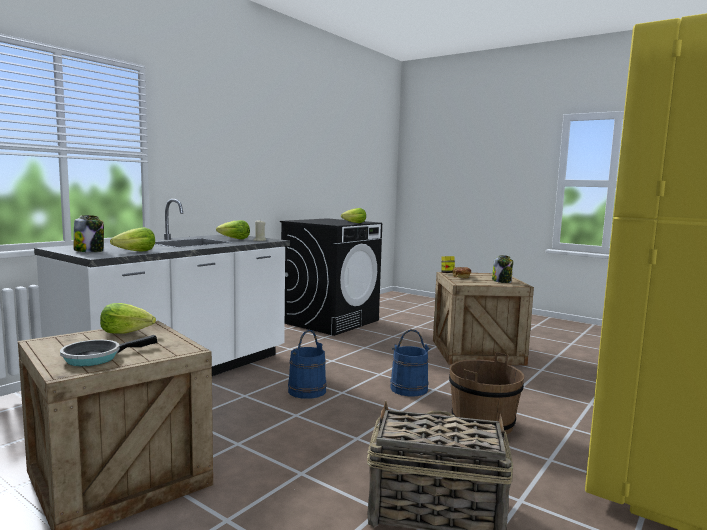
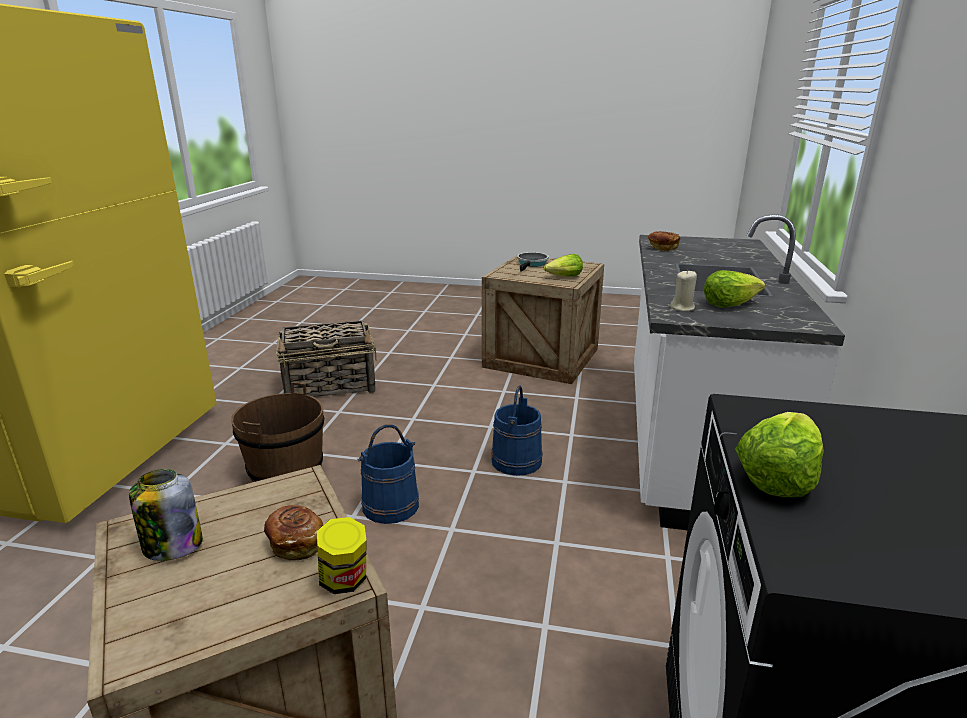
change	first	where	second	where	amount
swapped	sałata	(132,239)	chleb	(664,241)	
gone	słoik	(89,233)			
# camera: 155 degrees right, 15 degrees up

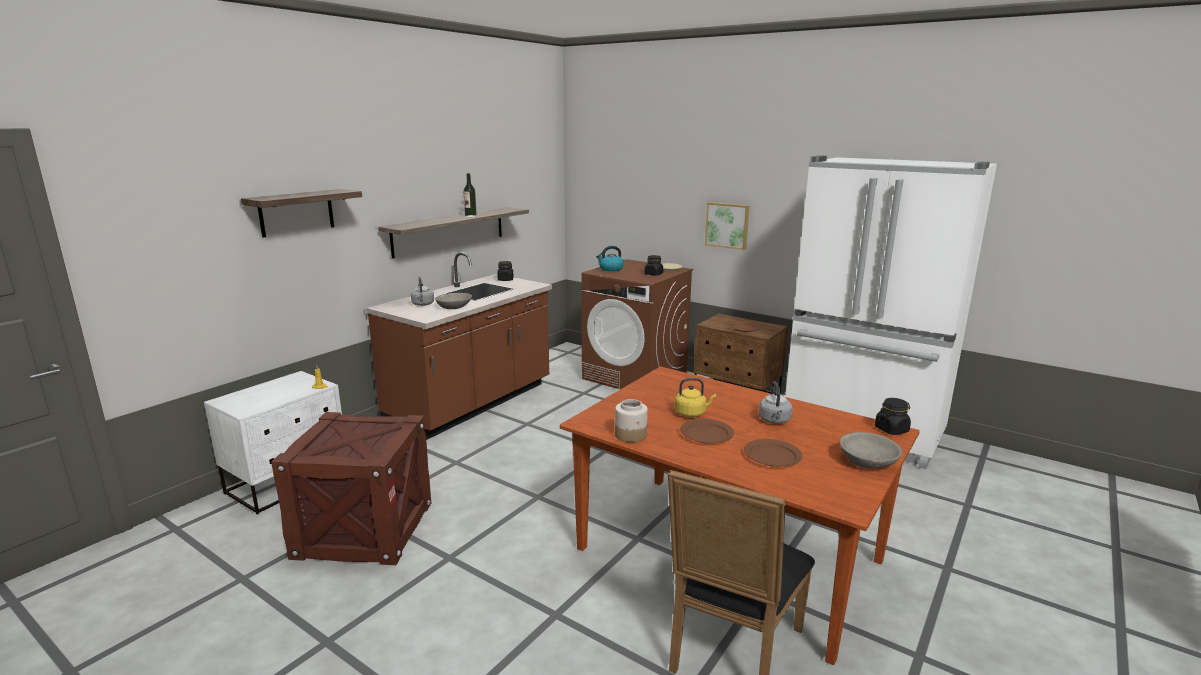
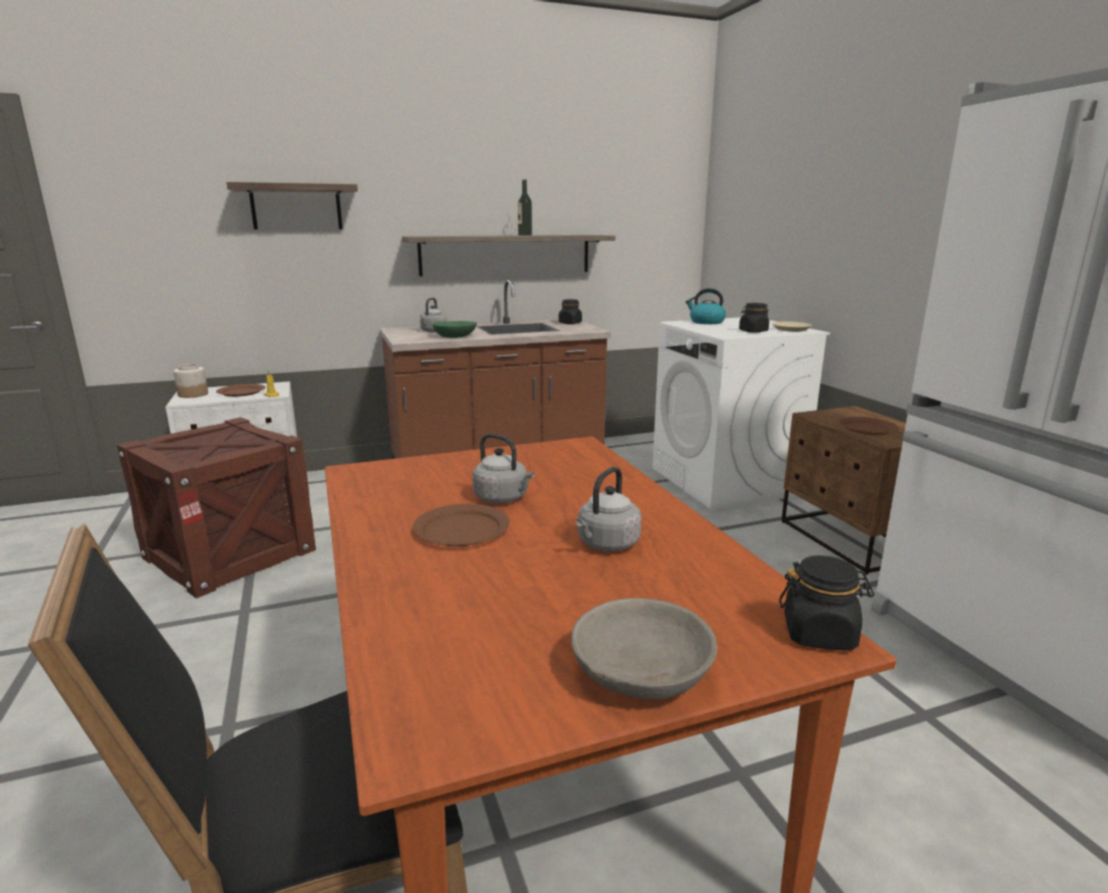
change	first	where	second	where	amount
shifted	słoik	(631,420)		(191,381)	
shifted	talerz [brązowy]	(773,453)		(240,390)	
repainted	miska [szary]	(453,301)	miska [zielony]	(454,329)	
repainted	czajnik [żółty]	(695,397)	czajnik [szary]	(504,468)	
repainted	pralka [brązowy]	(637,324)	pralka [biały]	(741,413)	
gone	obraz	(727,226)			
# camera: 35 degrees right, 0 degrees up

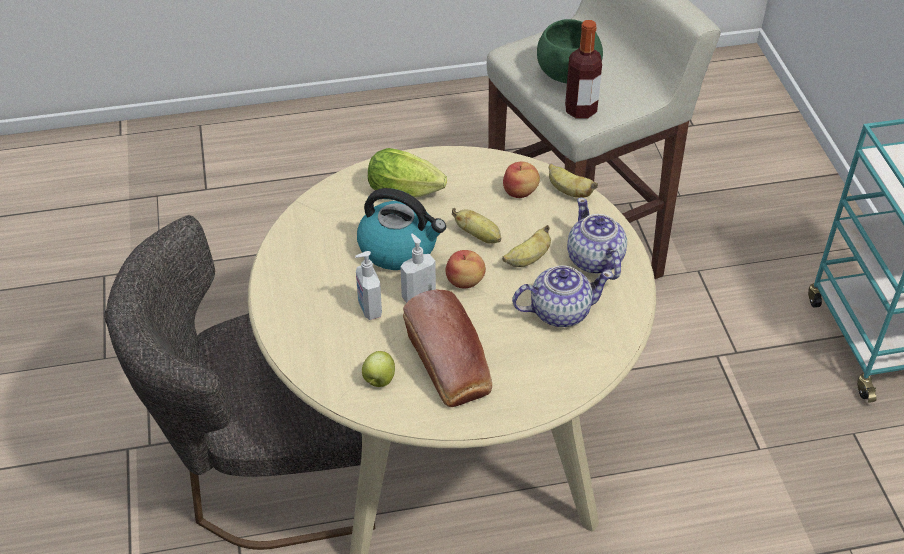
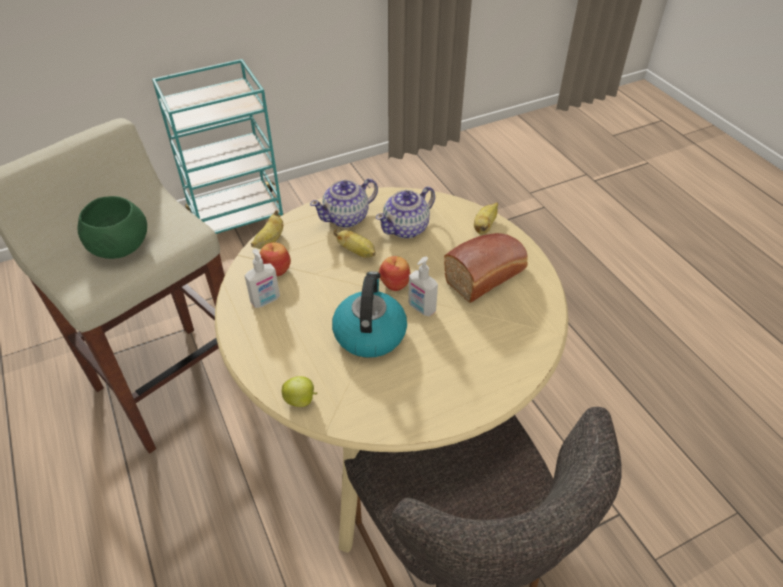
change	first	where	second	where	amount
shifted	dozownik mydła	(368,285)		(262,278)	
shifted	jabłko	(378,369)		(300,391)	
rotated	imbryk	(562,296)		(405,213)	105 degrees counterclockwise
shifted	banan	(476,226)		(486,218)	
gone	sałata	(407,172)			
gone	butelka	(583,69)			
# camera: 105 degrees left, 0 degrees up

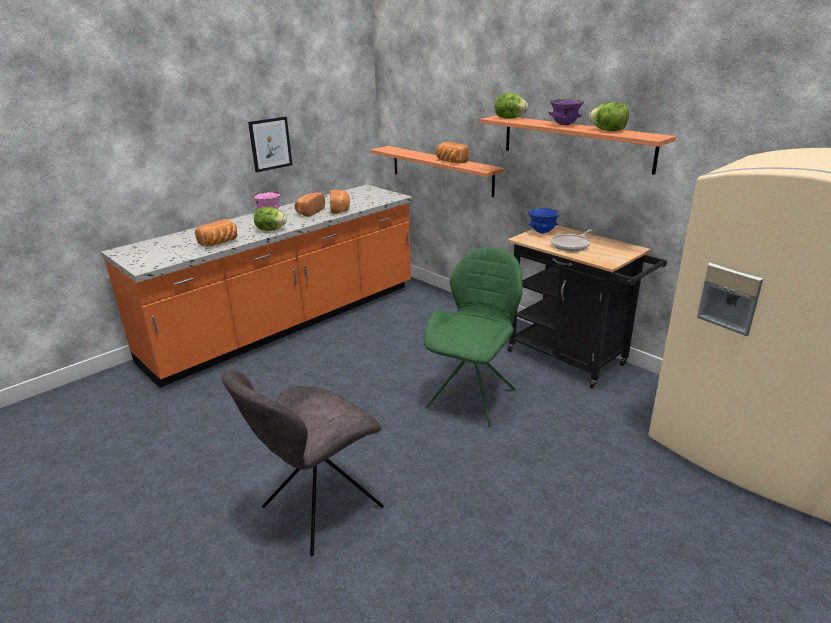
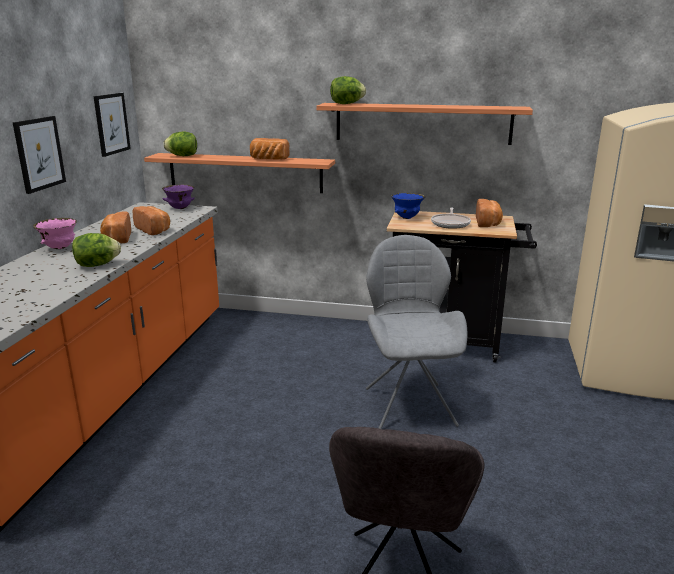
change	first	where	second	where	amount
new			obraz	(112,125)	
shifted	miska [fioletowy]	(566,112)		(178,197)	
shifted	sałata	(609,116)		(180,144)	
repainted	krzesło [zielony]	(473,337)	krzesło [szary]	(416,332)	
shifted	chleb	(216,232)		(489,213)	
# camera: 35 degrees left, 5 degrees down

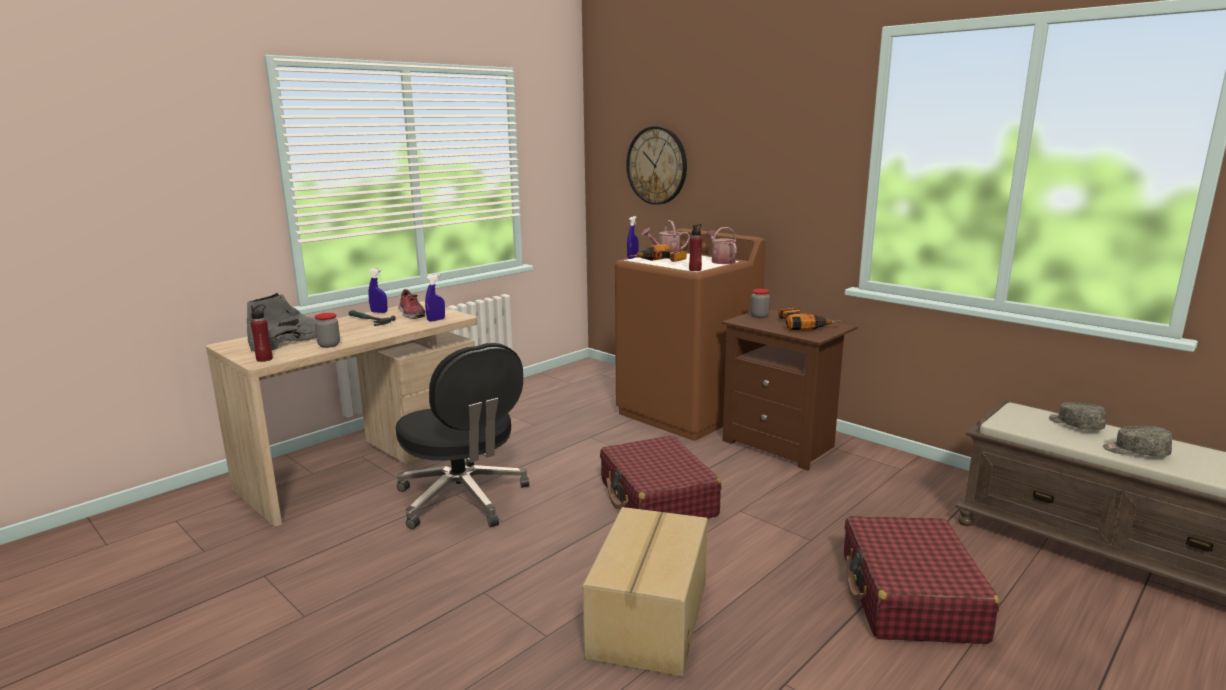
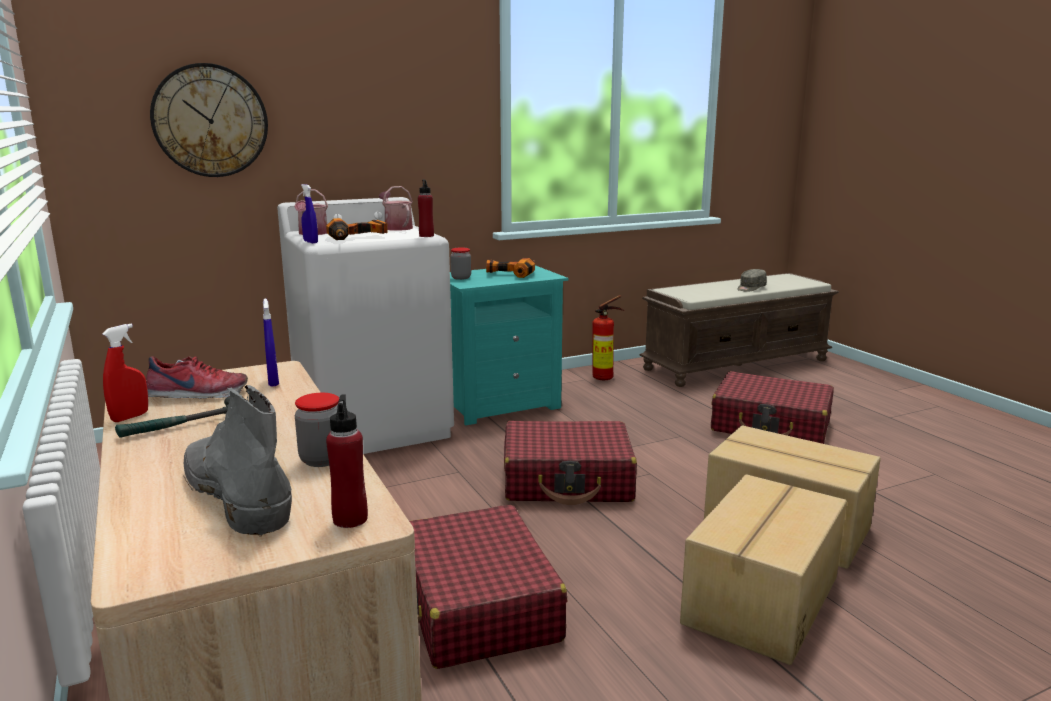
change	first	where	second	where	amount
repainted	spryskiwacz [niebieski]	(377,291)	spryskiwacz [czerwony]	(125,373)	
repainted	pralka [brązowy]	(690,334)	pralka [biały]	(365,325)	
rotated	konewka	(721,245)		(396,208)	60 degrees clockwise
swapped	krzesło biurowe [czarny]	(462,436)	walizka [czerwony]	(488,587)	
repainted	szafka nocna [brązowy]	(790,390)	szafka nocna [turkusowy]	(509,345)	
new			gaśnica	(608,337)	
new			karton	(763,569)	
gone	czapka z daszkiem [szary]	(1077,416)			
# camera: 70 degrees left, 0 degrees up

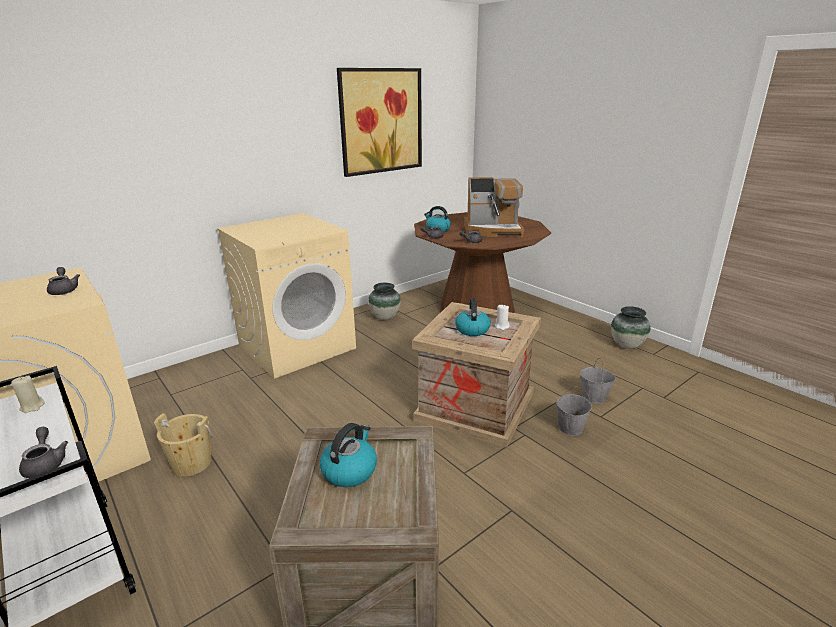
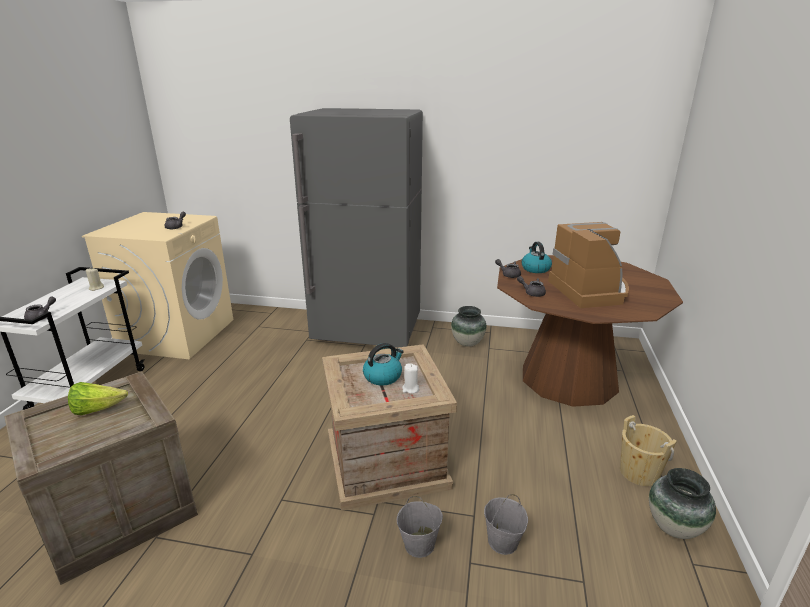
change	first	where	second	where	amount
swapped	czajnik	(348,455)	sałata	(98,398)	
swapped	pralka [beżowy]	(286,296)	lodówka [szary]	(356,228)	
rotated	ekspres do kawy	(494,207)		(588,265)	150 degrees counterclockwise
shifted	wiadro [beżowy]	(183,444)		(648,450)	
gone	obraz	(379,122)			
# camera: 50 degrees right, 0 degrees up

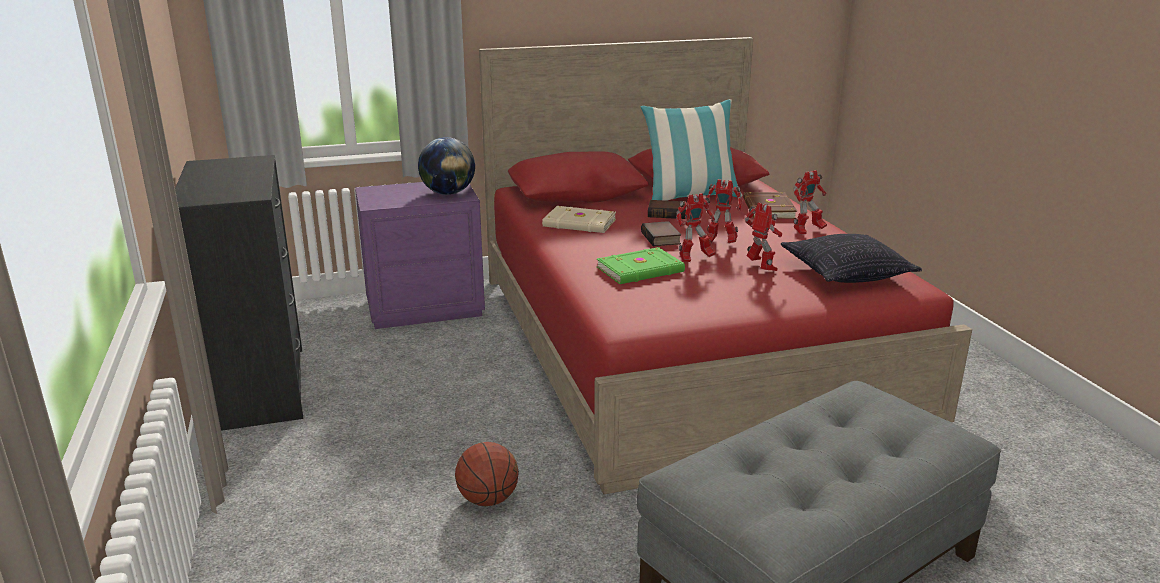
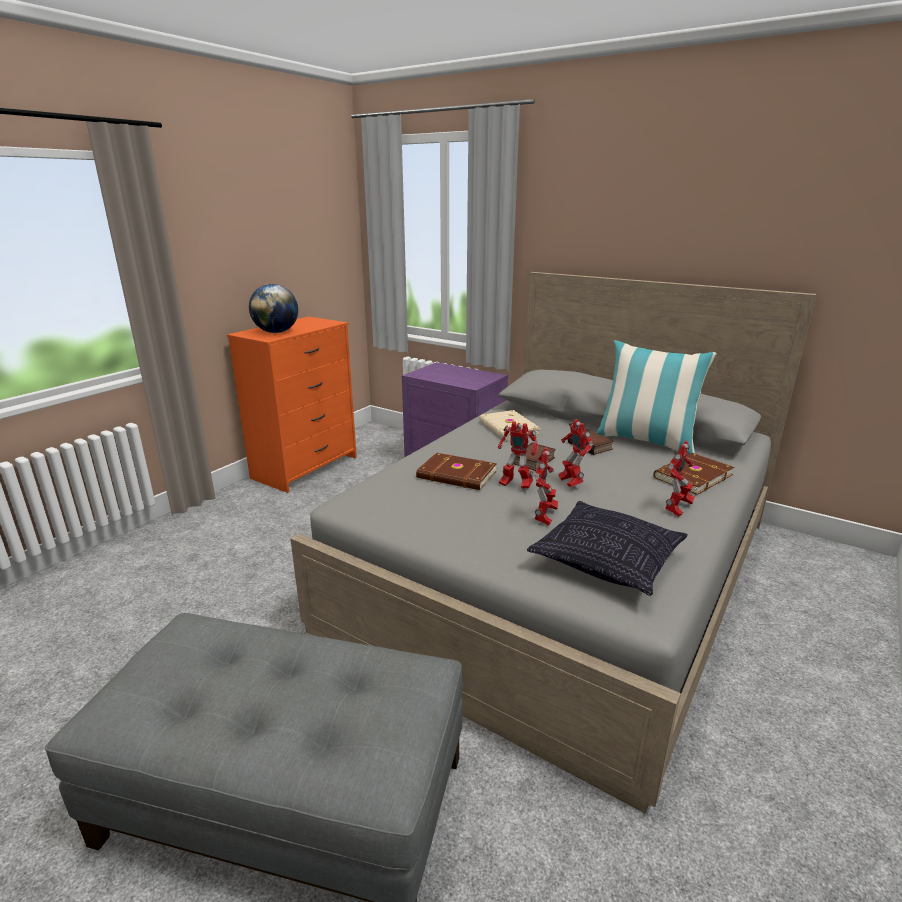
change	first	where	second	where	amount
repainted	komoda [czarny]	(239,293)	komoda [pomarańczowy]	(292,404)	
shifted	globus	(446,166)		(273,308)	
repainted	łóżko [czerwony]	(725,265)	łóżko [szary]	(553,543)	
repainted	książka [zielony]	(641,265)	książka [brązowy]	(456,471)	
rotated	robot zabawkowy	(810,202)		(680,479)	75 degrees counterclockwise
gone	piłka do koszykówki	(487,474)			
# camera: 50 degrees right, 0 degrees up

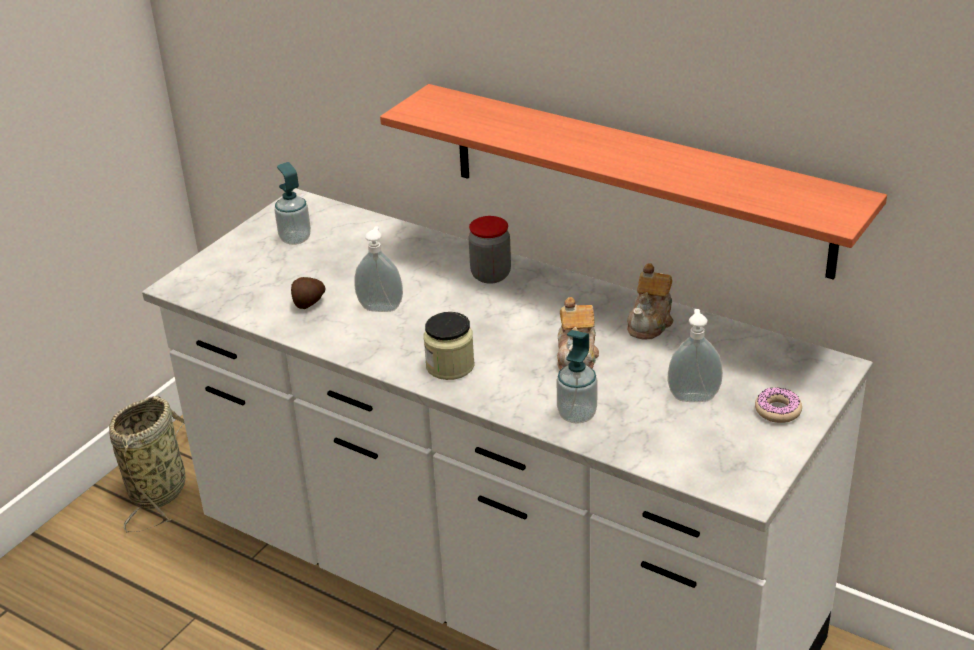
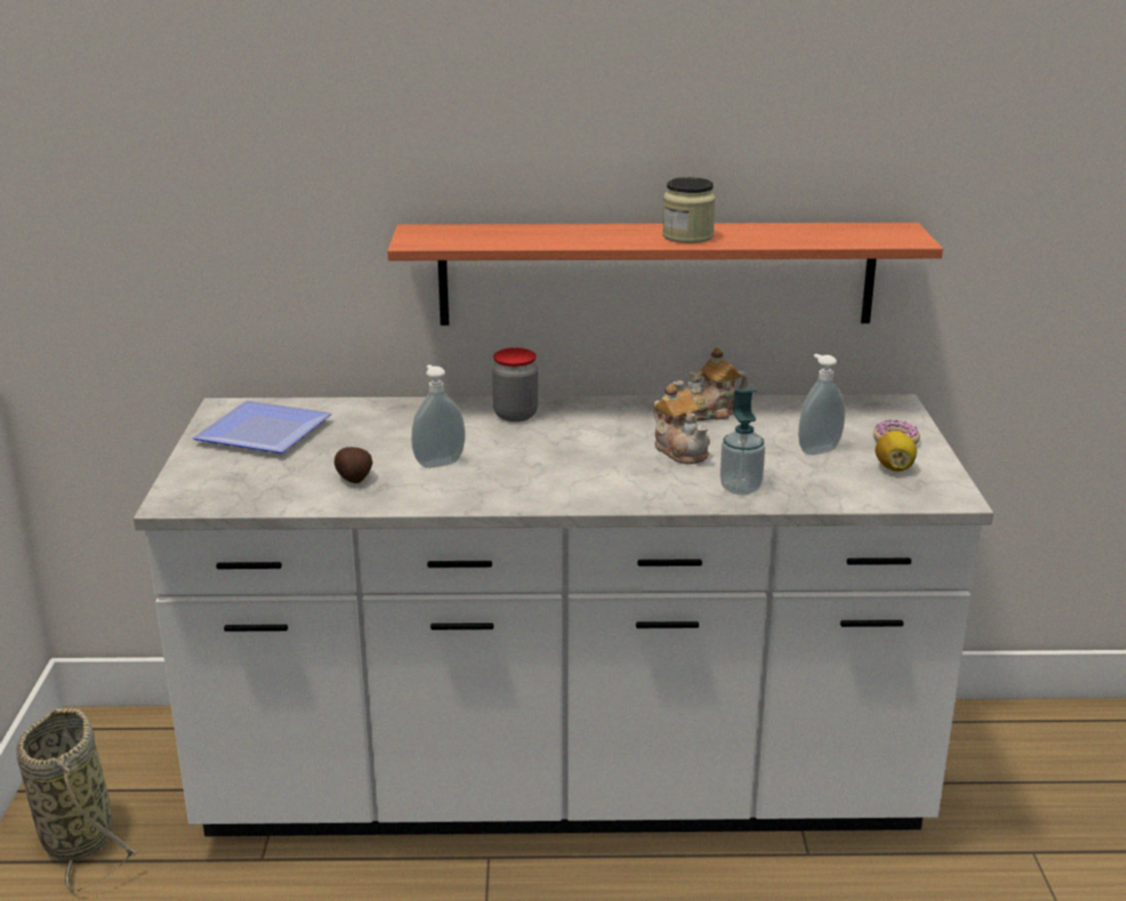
change	first	where	second	where	amount
swapped	dozownik mydła	(293,203)	talerz	(262,427)	
shifted	słoik	(449,346)		(689,210)	
rotated	imbryk	(650,301)		(710,384)	75 degrees clockwise
new			cytryna	(896,451)	
# camera: 35 degrees left, 10 degrees down

